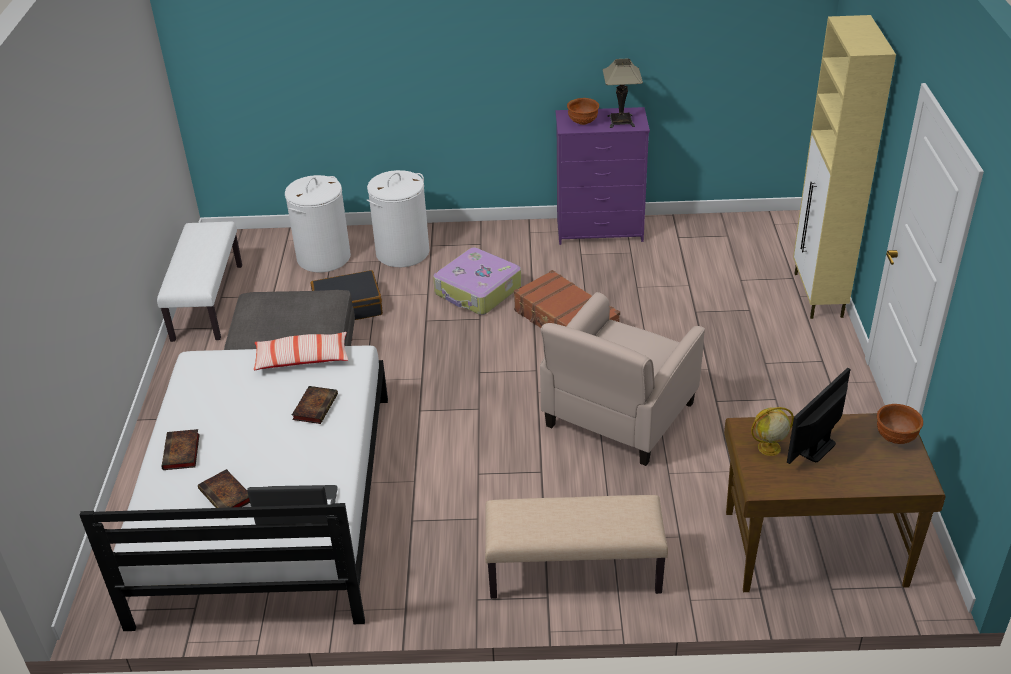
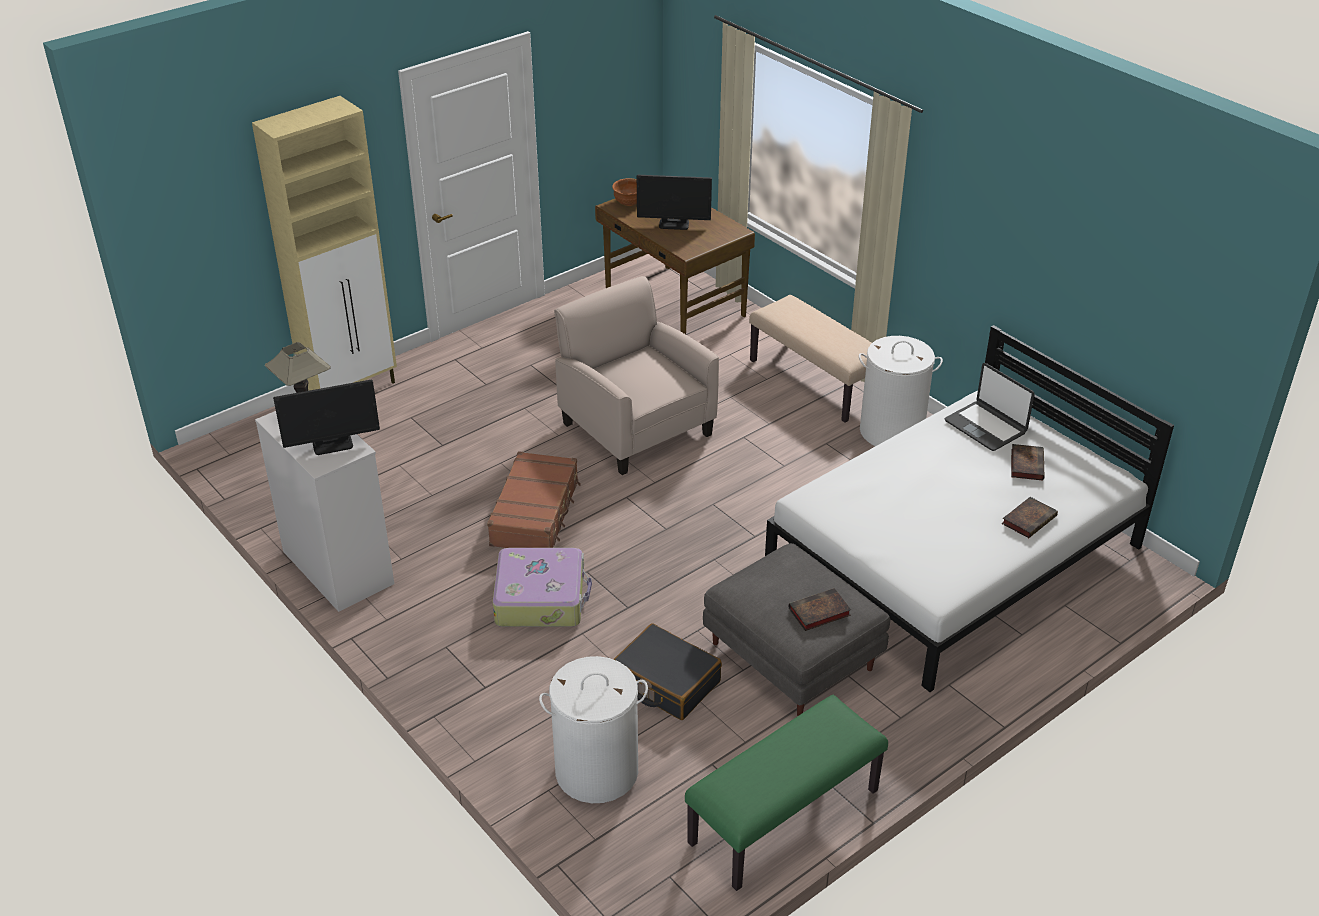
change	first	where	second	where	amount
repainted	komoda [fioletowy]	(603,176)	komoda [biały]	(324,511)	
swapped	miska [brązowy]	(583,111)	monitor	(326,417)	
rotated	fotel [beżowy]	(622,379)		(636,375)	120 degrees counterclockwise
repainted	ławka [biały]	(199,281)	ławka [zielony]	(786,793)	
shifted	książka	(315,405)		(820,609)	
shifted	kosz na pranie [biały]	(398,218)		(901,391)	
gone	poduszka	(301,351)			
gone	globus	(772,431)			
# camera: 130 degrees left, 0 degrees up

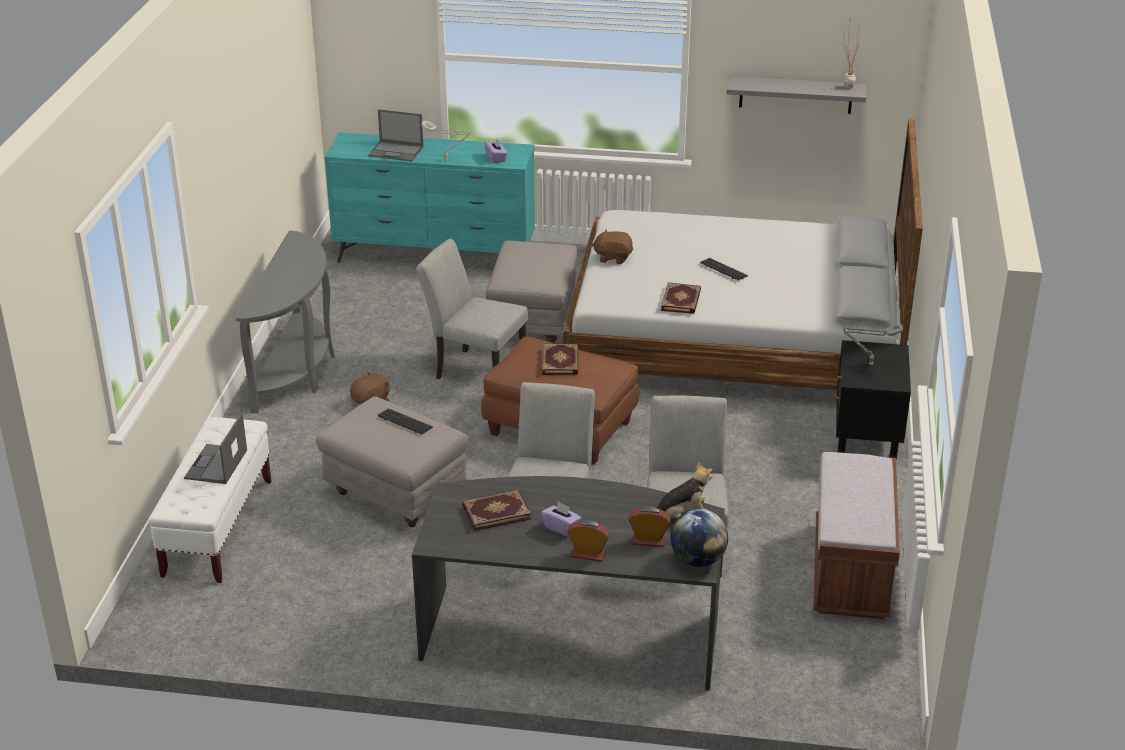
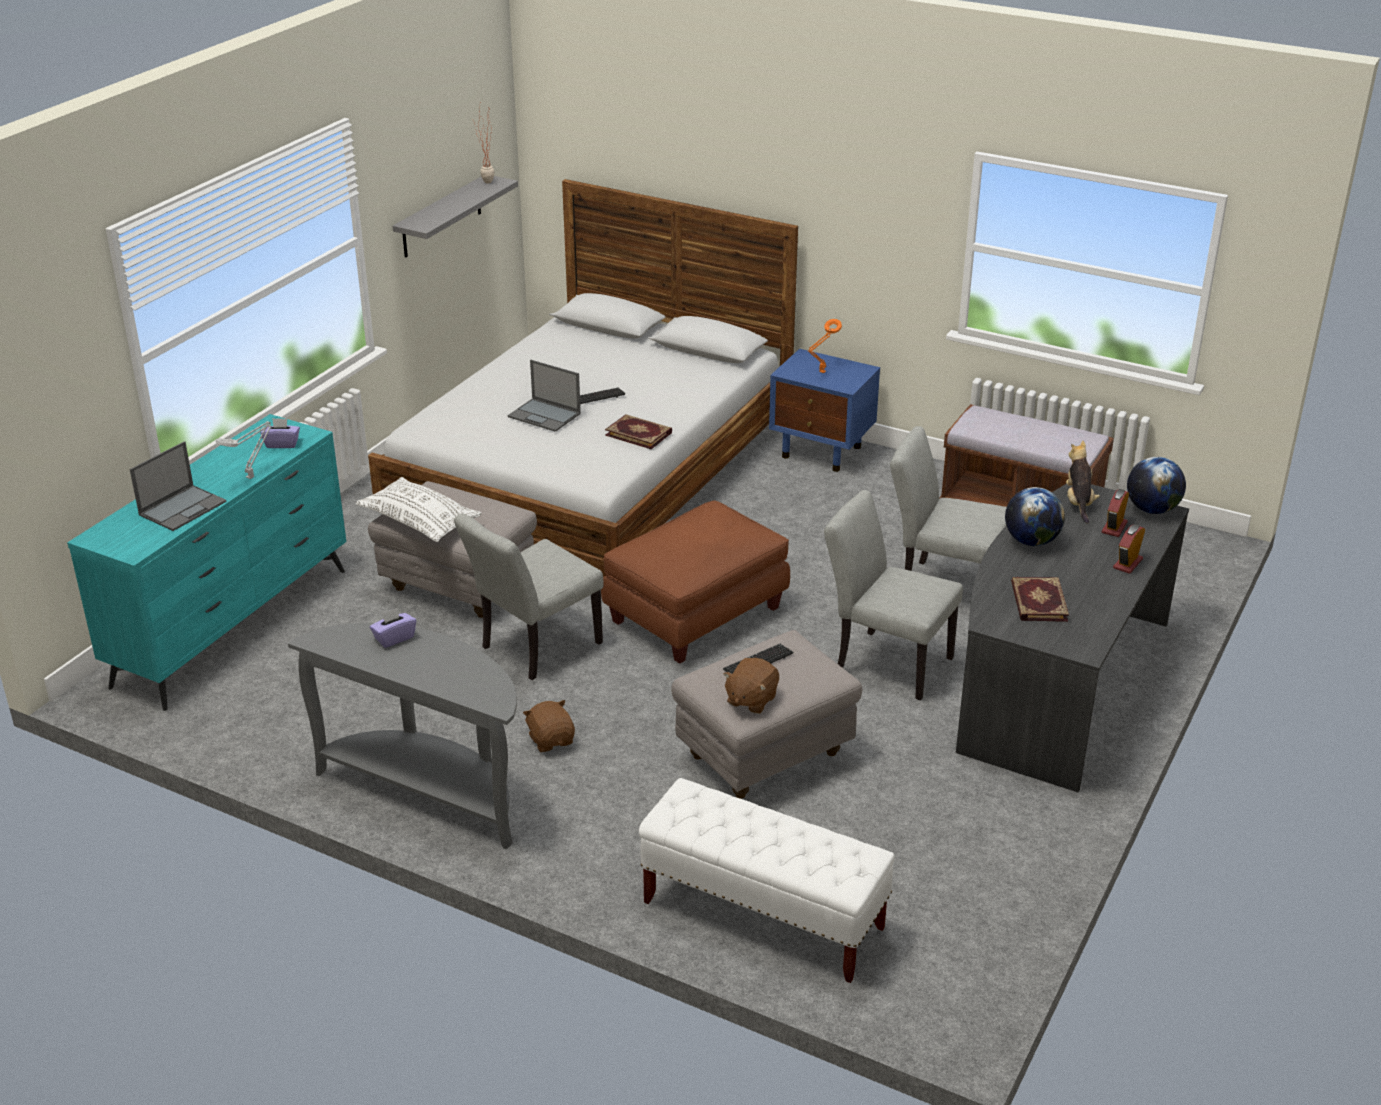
change	first	where	second	where	amount
new			poduszka [biały]	(418,509)	
shifted	pudełko chusteczek [fioletowy]	(561,519)		(393,628)	
shifted	laptop	(215,448)		(544,396)	
shifted	pluszak [brązowy]	(612,246)		(751,686)	
repainted	szafka nocna [czarny]	(873,399)	szafka nocna [niebieski]	(824,410)	
repainted	lampa stołowa [szary]	(873,344)	lampa stołowa [pomarańczowy]	(825,346)	
new			globus	(1035,516)	
gone	książka	(560,359)			
# camera: 70 degrees left, 0 degrees up

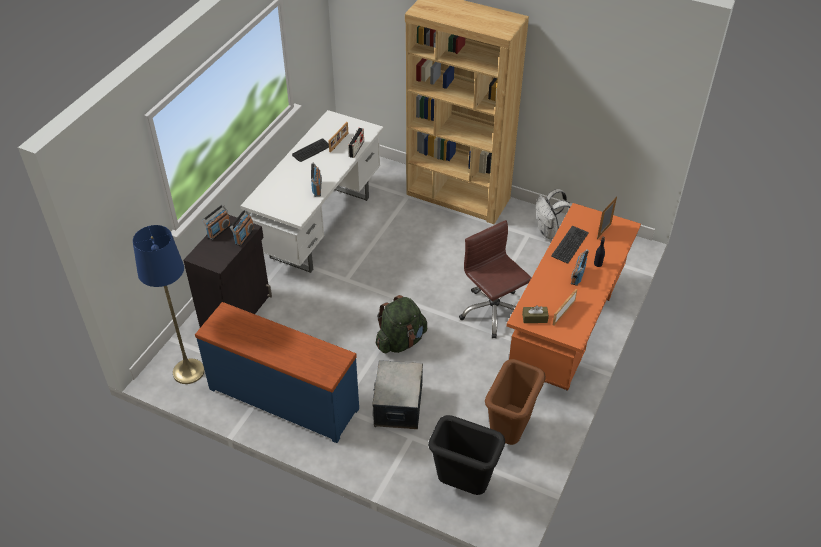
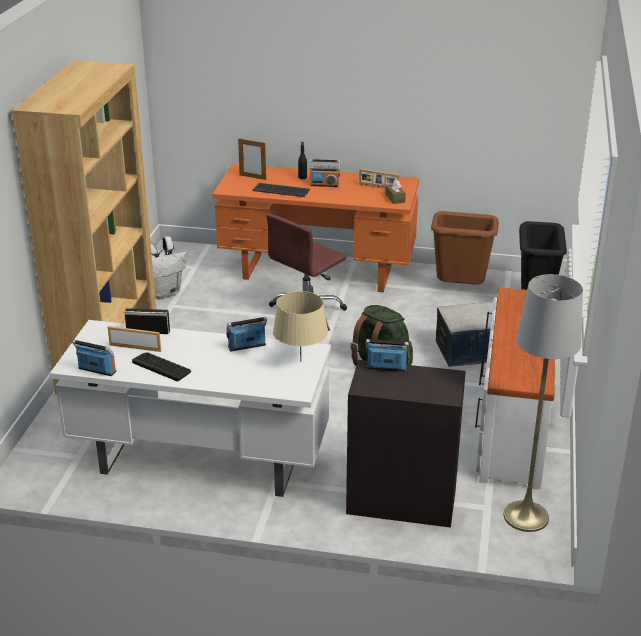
change	first	where	second	where	amount
shifted	radio	(216,222)		(94,358)	
new			lampa stołowa [beżowy]	(300,326)	
repainted	komoda [niebieski]	(277,372)	komoda [biały]	(515,388)	
repainted	lampa stojąca [niebieski]	(169,304)	lampa stojąca [szary]	(543,403)	
# camera: 105 degrees left, 15 degrees down

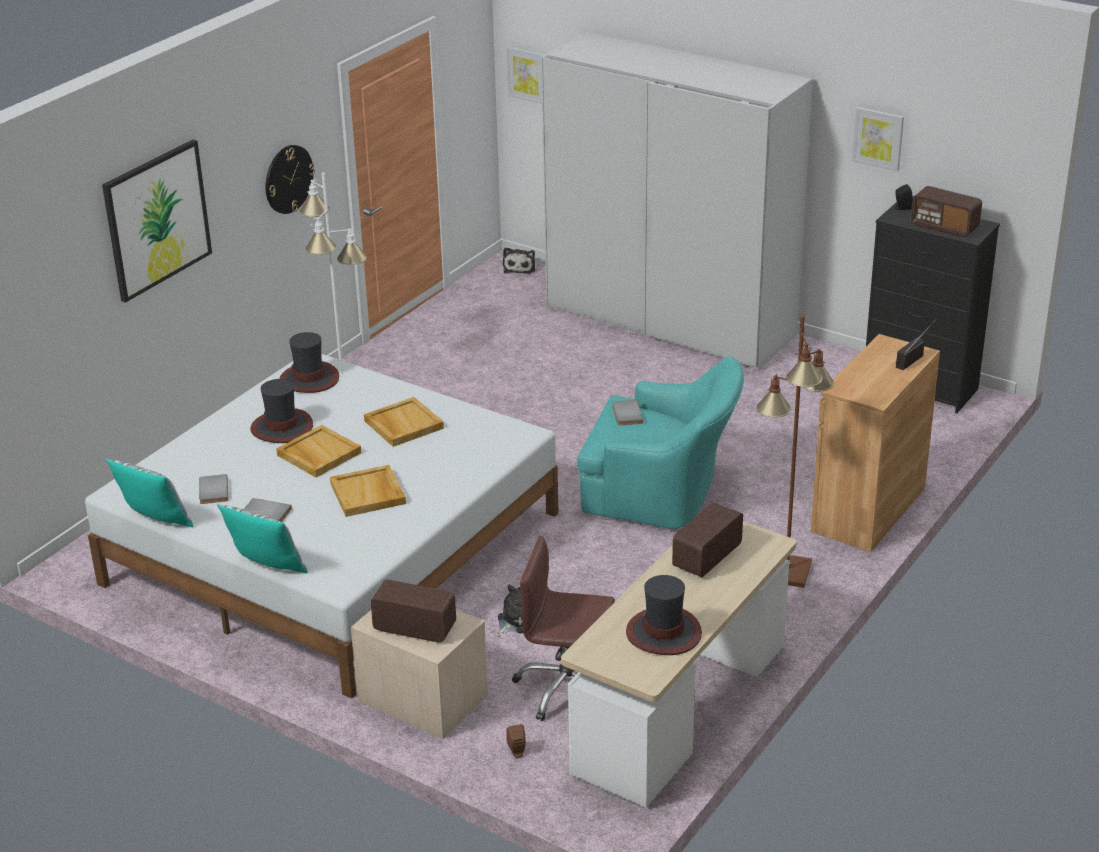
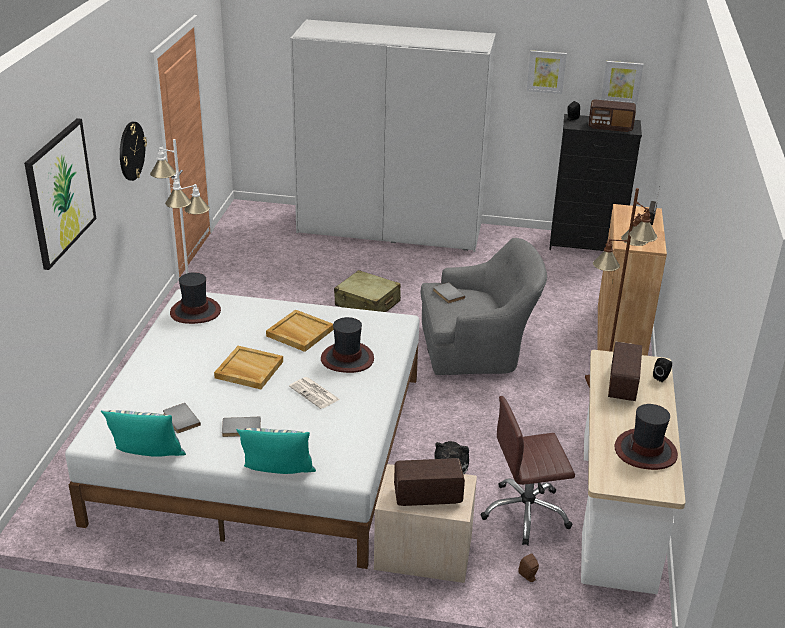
change	first	where	second	where	amount
swapped	taca [beżowy]	(368,491)	gazeta	(314,393)	
shifted	kapelusz	(281,411)		(347,345)	
new			walizka [beżowy]	(367,291)	
repainted	fotel [turkusowy]	(660,443)	fotel [szary]	(484,306)	
shifted	obraz	(525,75)		(622,83)	
new			głośnik [czarny]	(662,370)	
gone	pluszak	(519,260)			
# camera: 25 degrees left, 0 degrees up

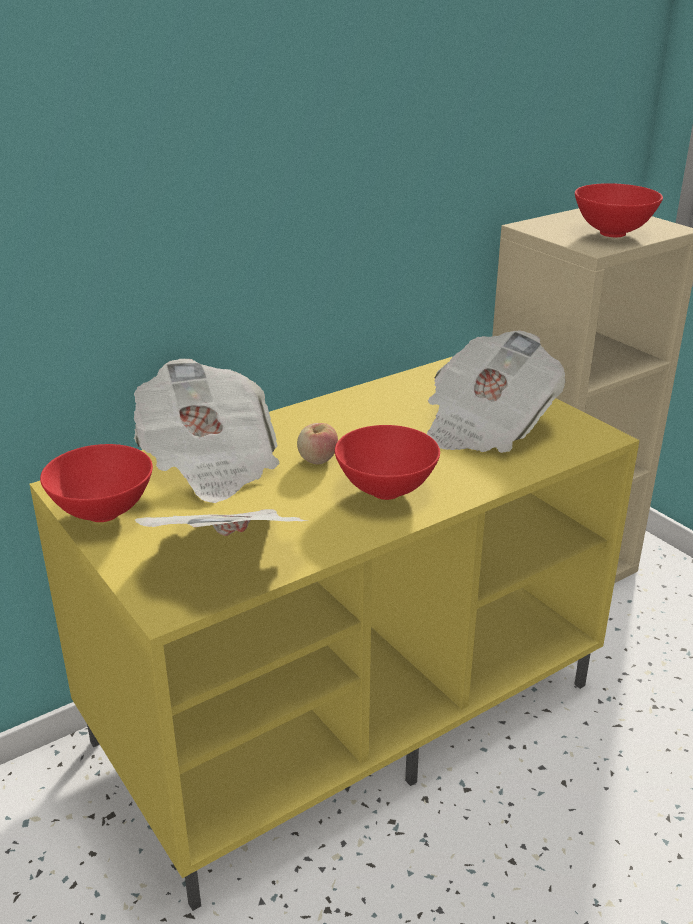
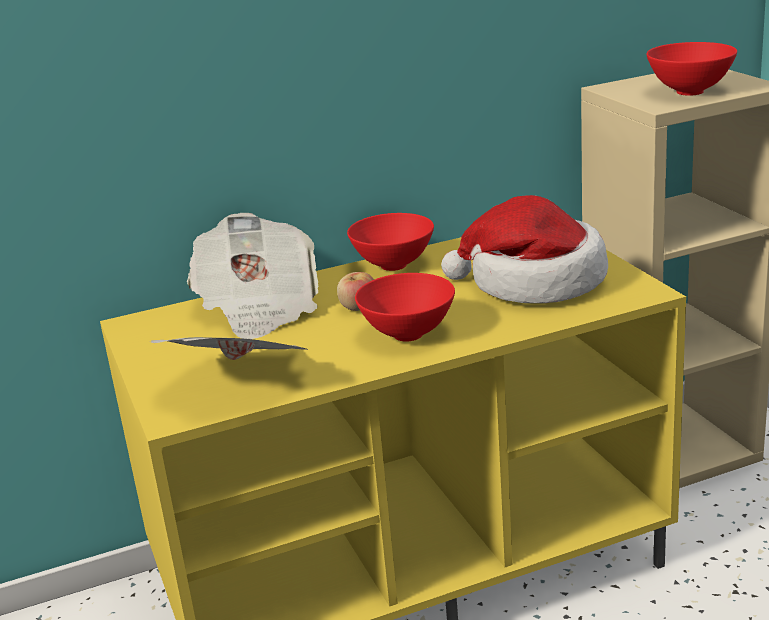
change	first	where	second	where	amount
shifted	miska [czerwony]	(96,483)		(390,242)	
swapped	gazeta	(496,392)	kapelusz	(524,249)	
# camera: 15 degrees right, 5 degrees down

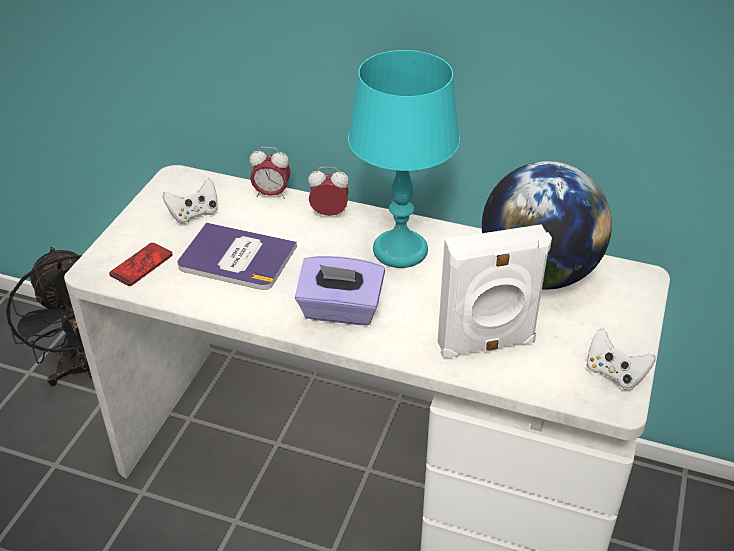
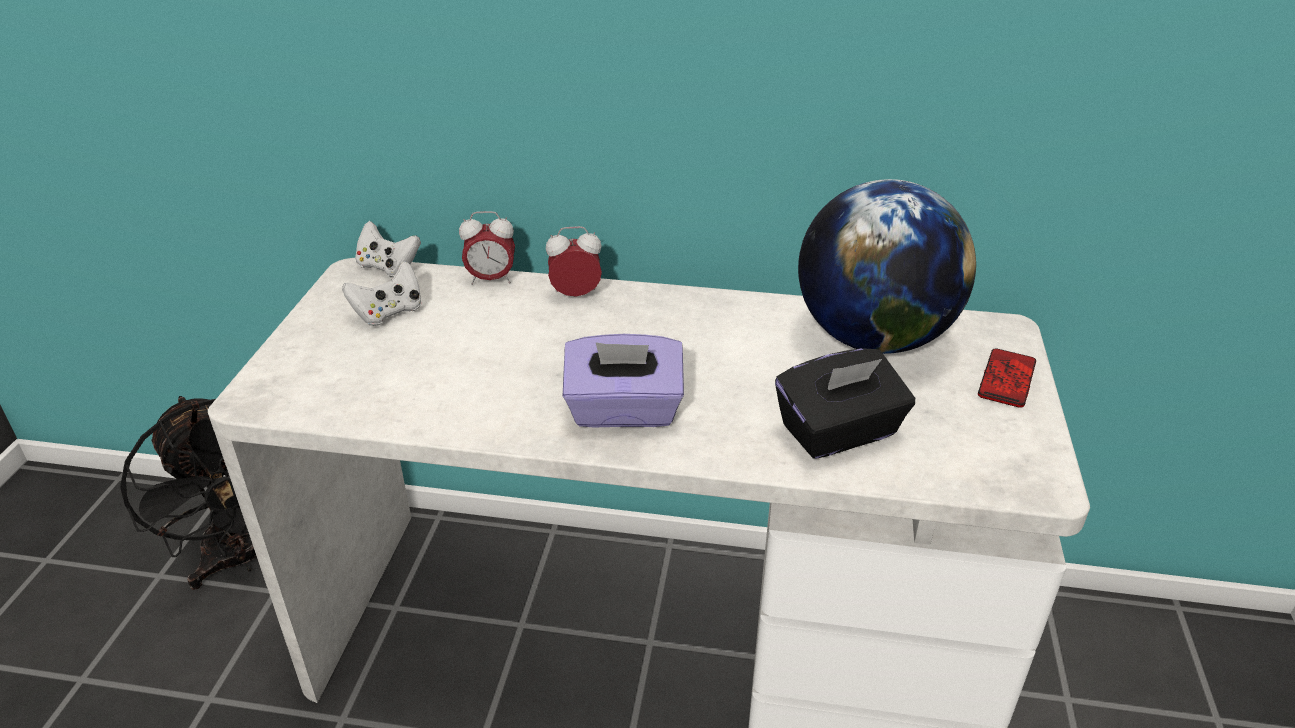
change	first	where	second	where	amount
shifted	pad do gier [biały]	(621,359)		(388,249)	
swapped	głośnik [biały]	(495,291)	pudełko chusteczek [czarny]	(845,403)	
shifted	telefon	(141,264)		(1007,378)	
gone	książka	(237,256)			
gone	lampa stołowa [turkusowy]	(404,159)			
# camera: 10 degrees left, 5 degrees down

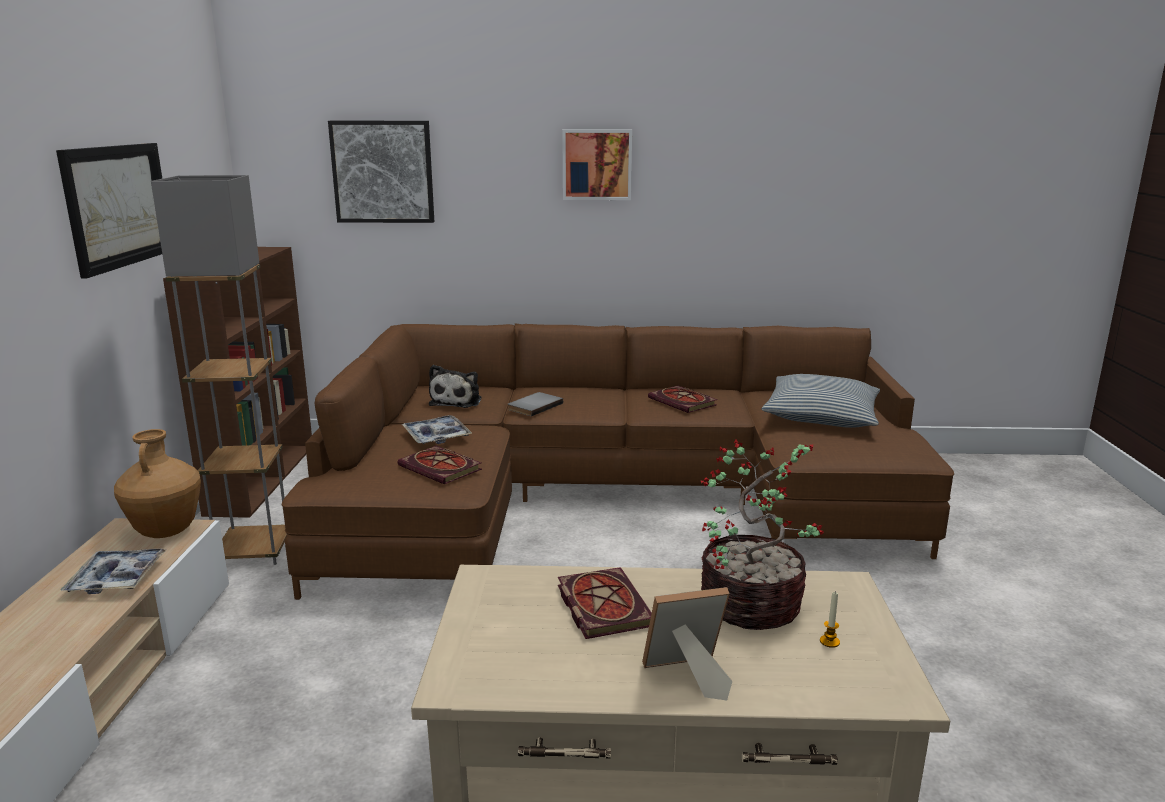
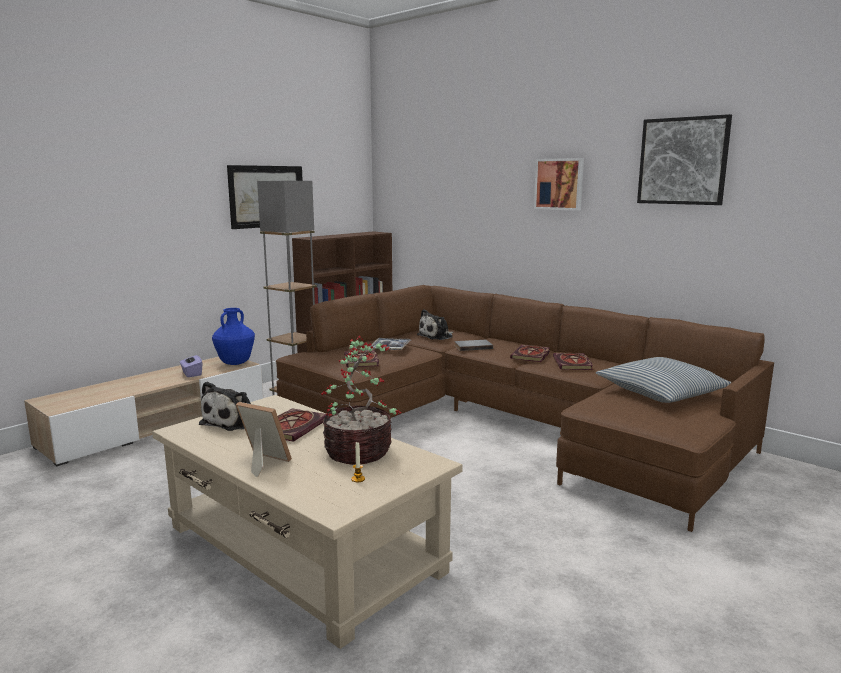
change	first	where	second	where	amount
swapped	taca	(113,571)	pudełko chusteczek [fioletowy]	(191,364)	
new			pluszak	(225,406)	
repainted	wazon [brązowy]	(157,483)	wazon [niebieski]	(233,336)	
new			książka	(530,353)	
shifted	obraz	(381,172)		(684,159)	
# camera: 40 degrees right, 5 degrees down

